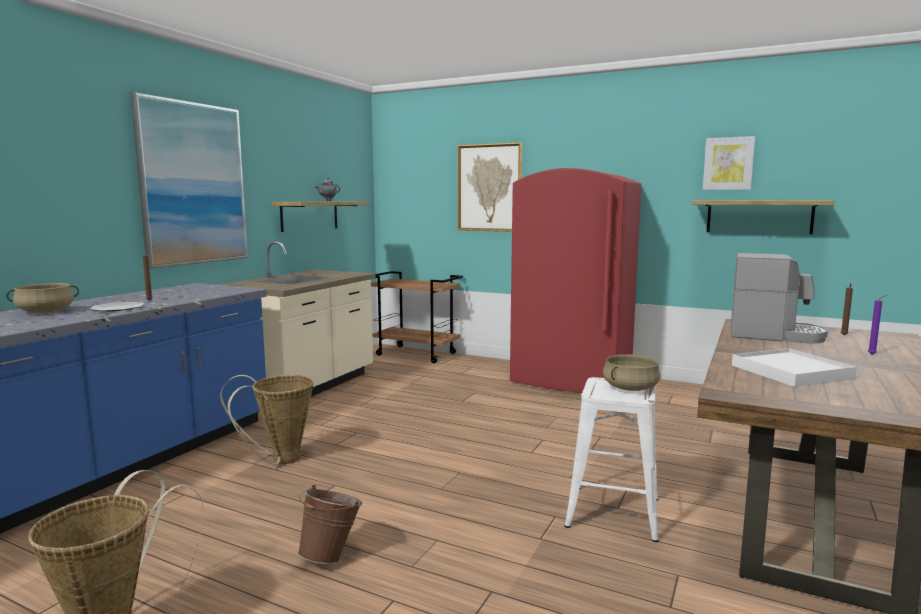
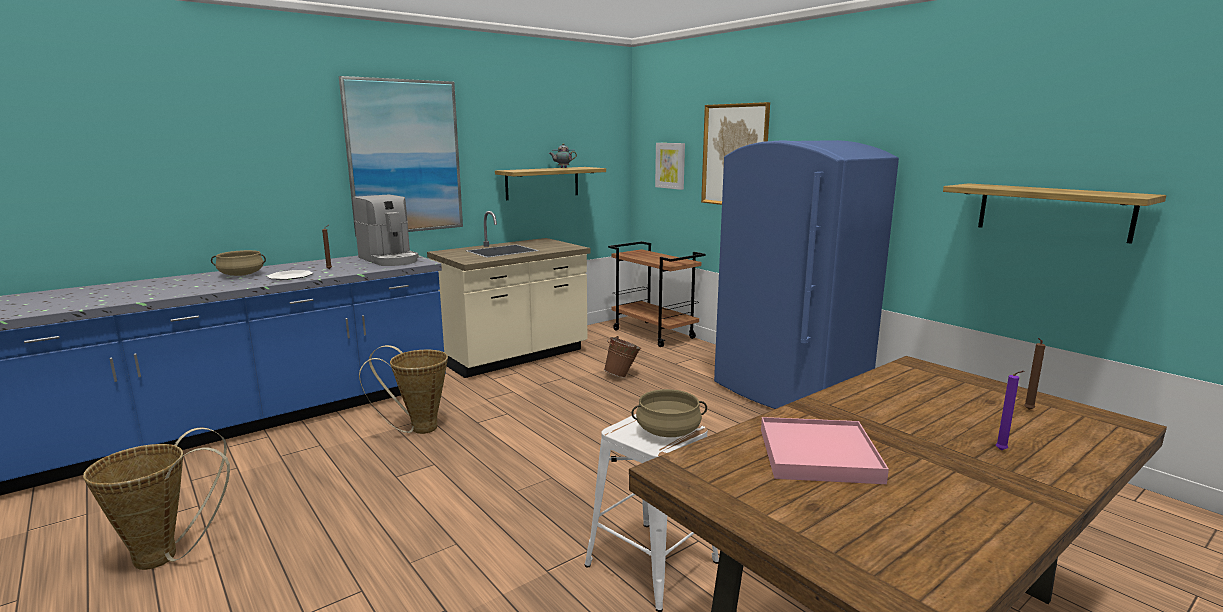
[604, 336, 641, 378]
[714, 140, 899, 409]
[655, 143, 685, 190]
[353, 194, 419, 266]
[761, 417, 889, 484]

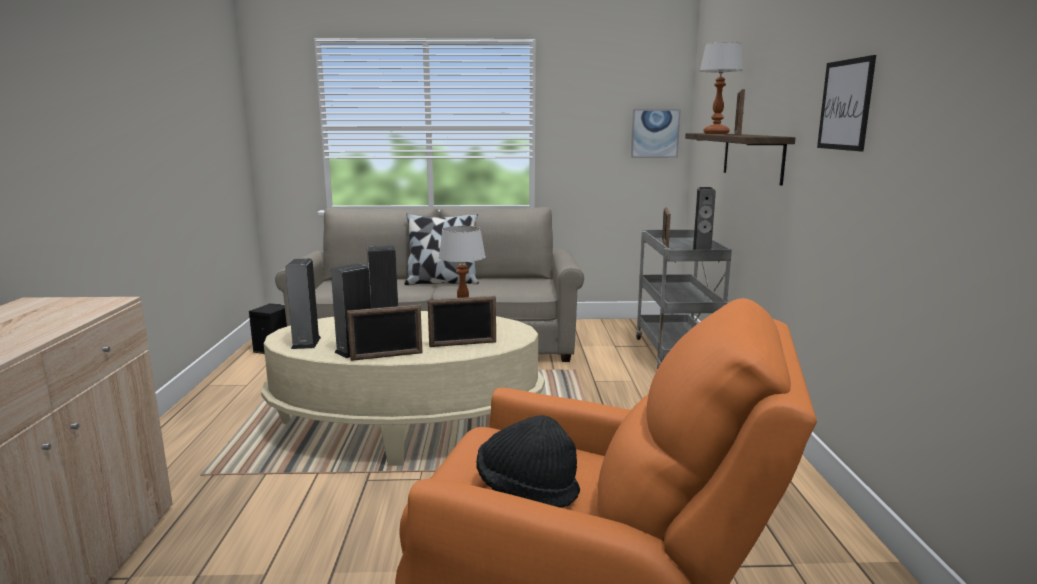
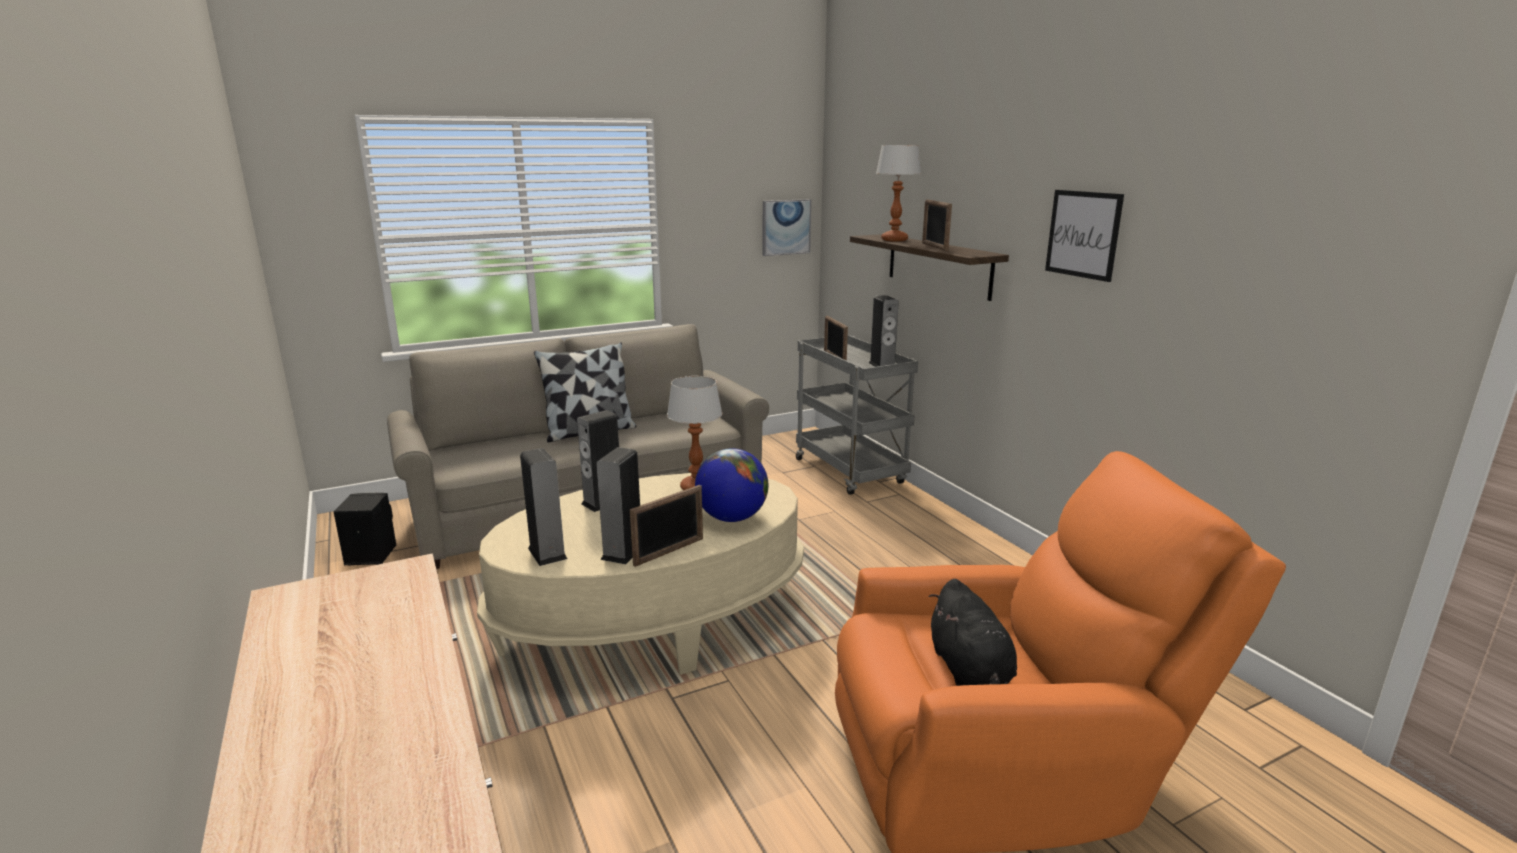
[695, 448, 768, 522]
[929, 579, 1017, 686]

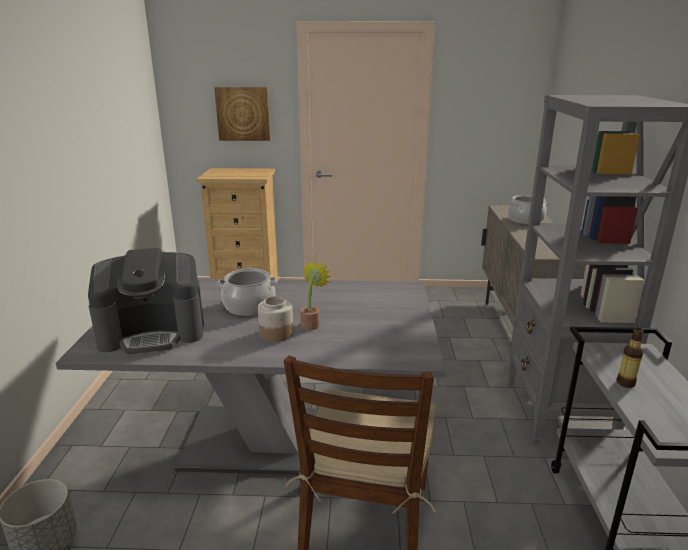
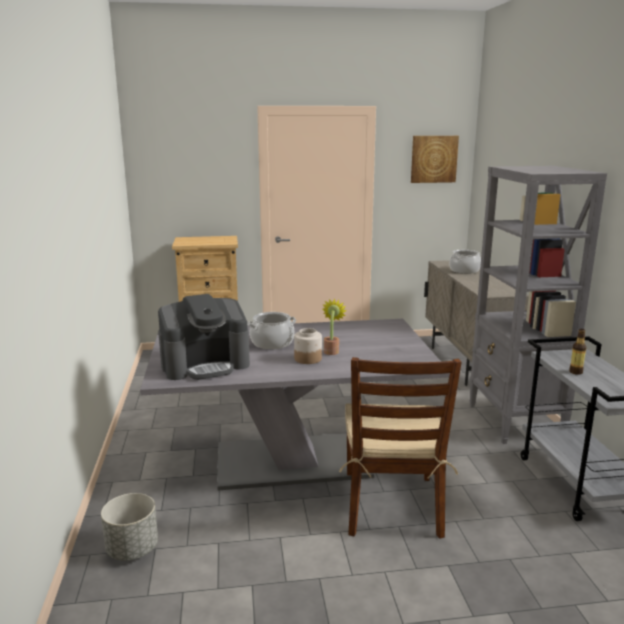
[411, 136, 459, 183]

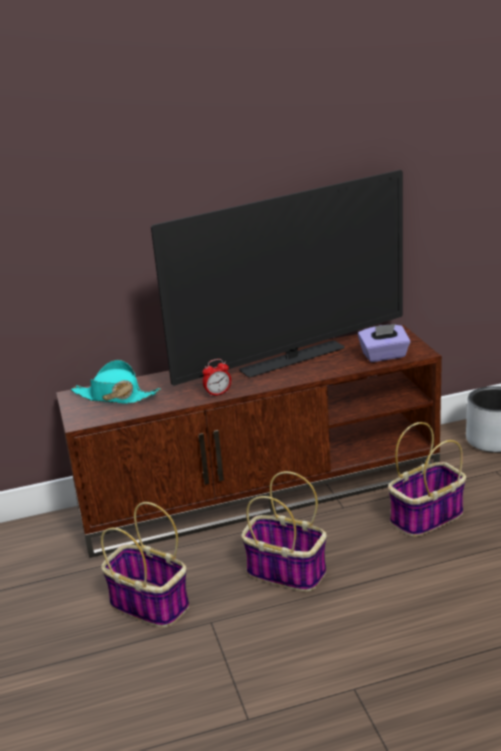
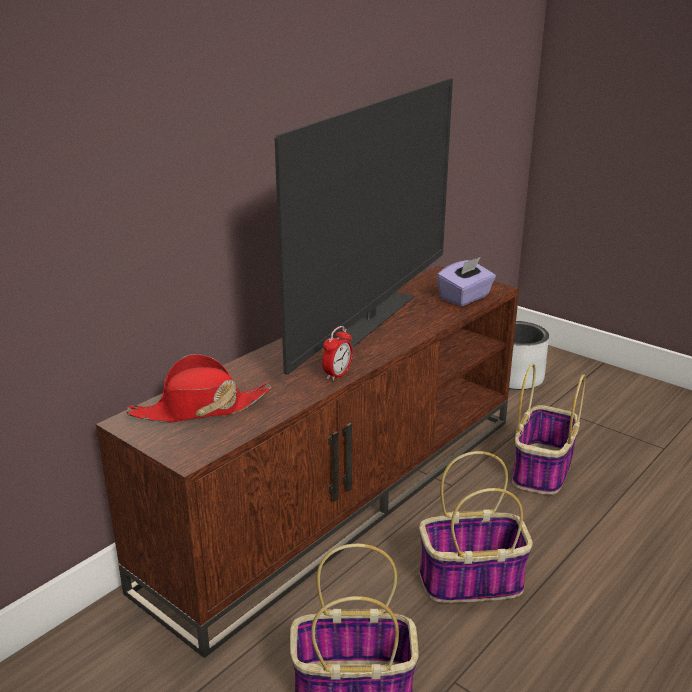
[126, 354, 271, 423]

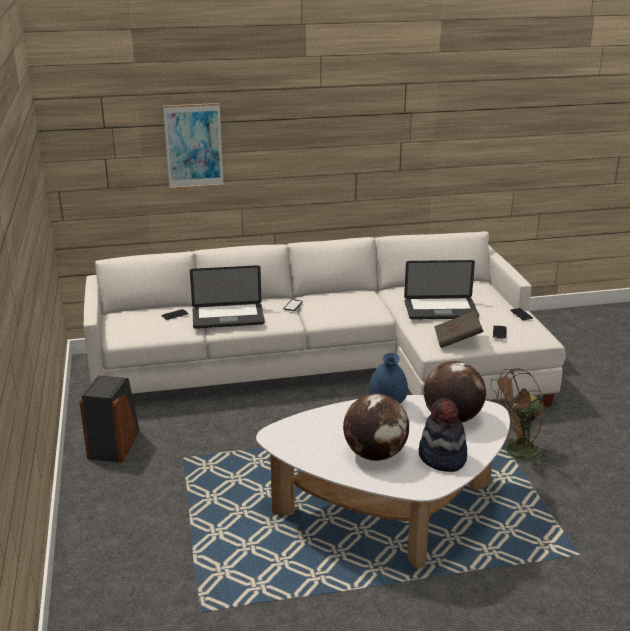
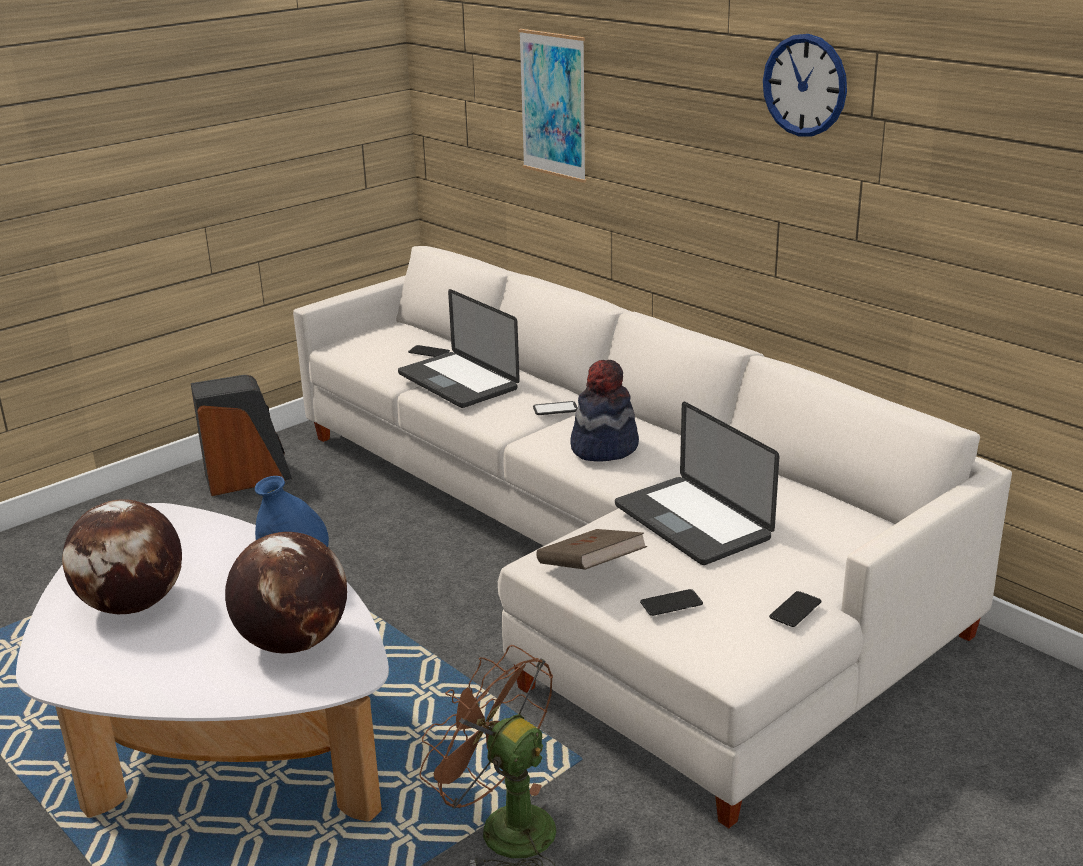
[570, 360, 639, 462]
[763, 34, 847, 137]

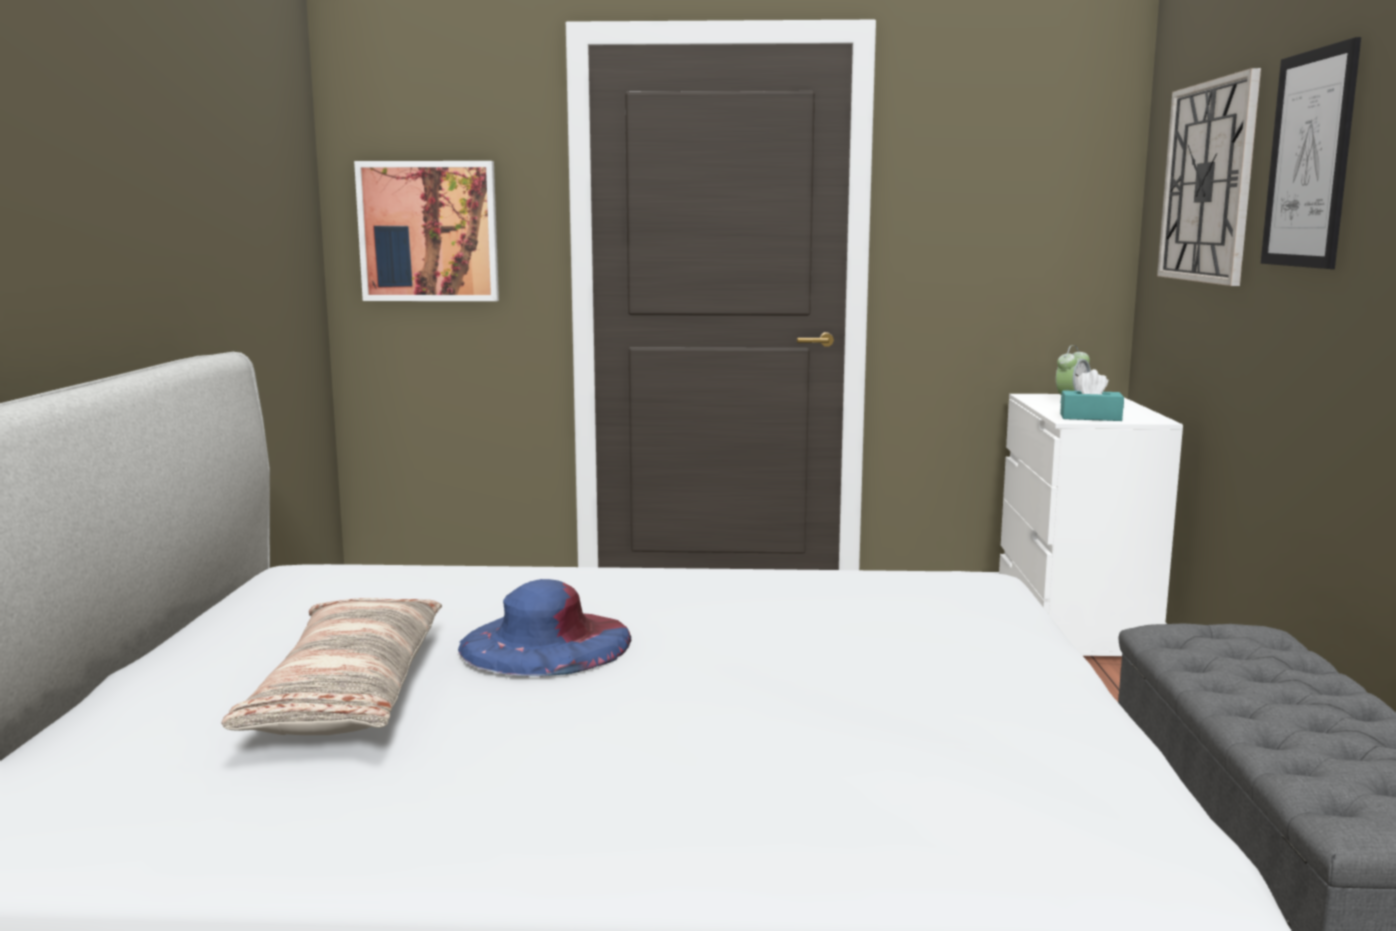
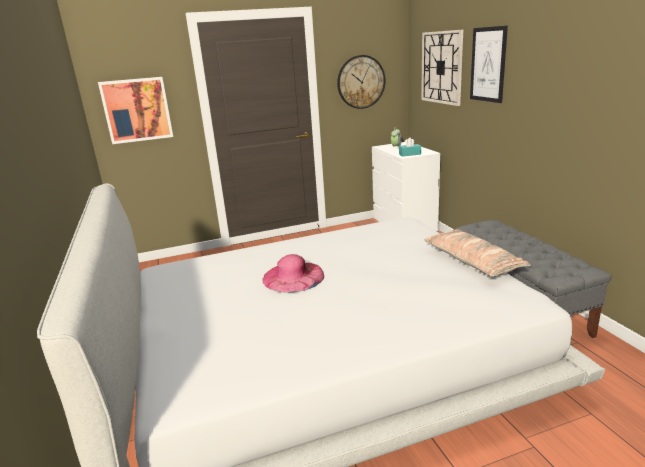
[425, 229, 531, 277]
[262, 254, 324, 292]
[337, 55, 386, 109]

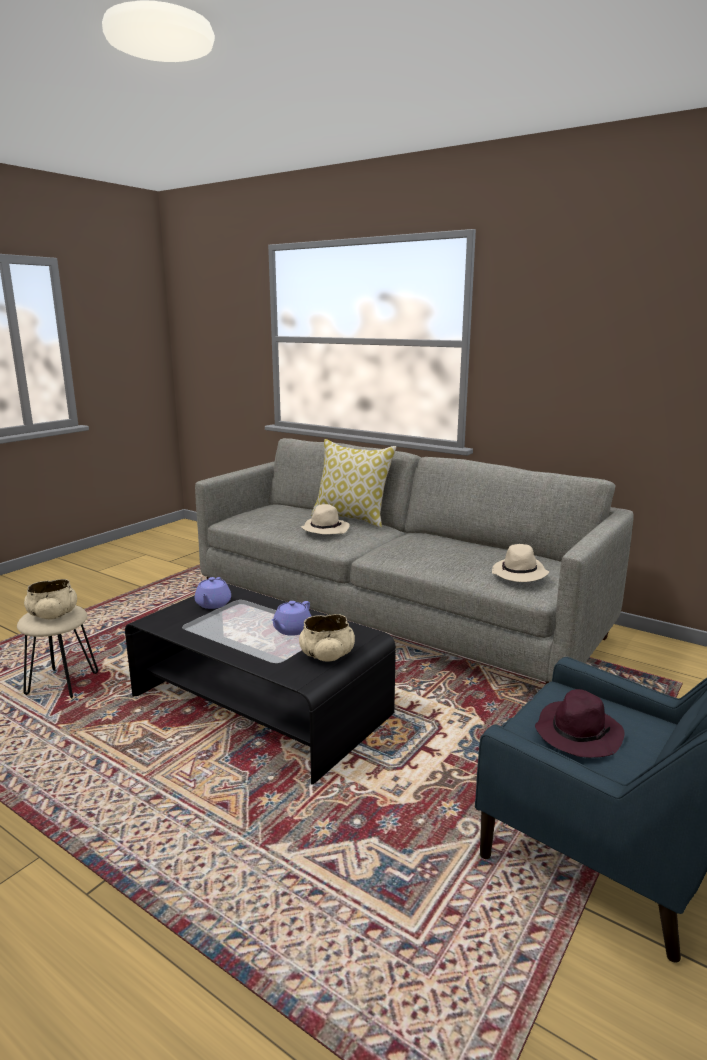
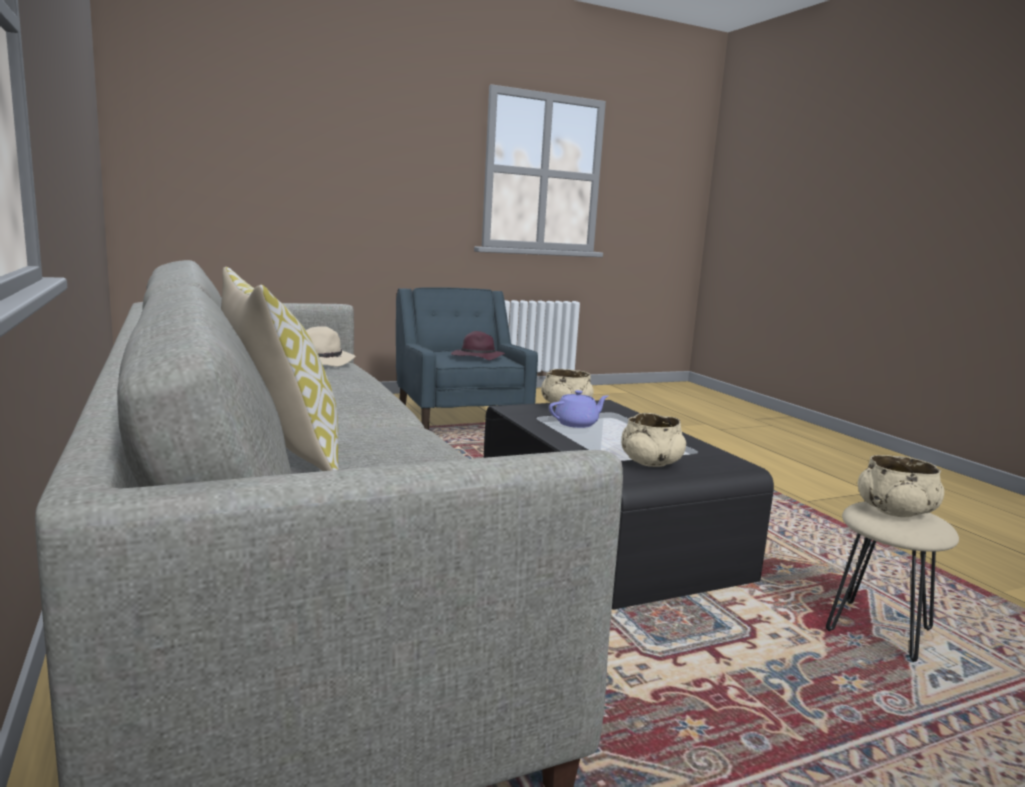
[621, 413, 686, 467]
[301, 504, 350, 534] (first image)

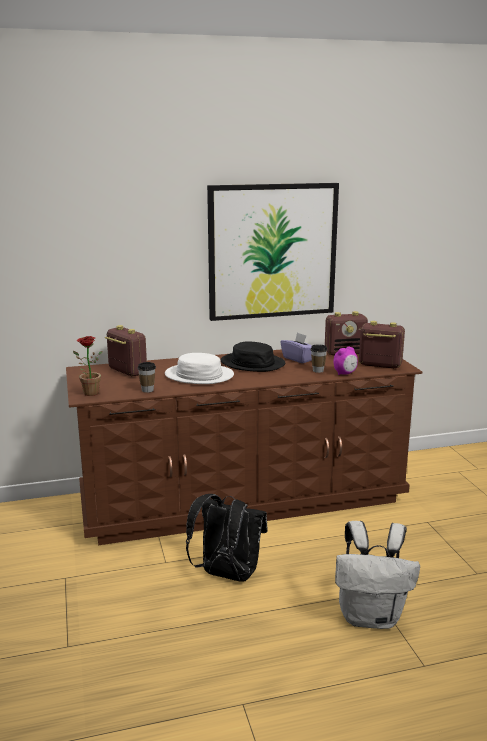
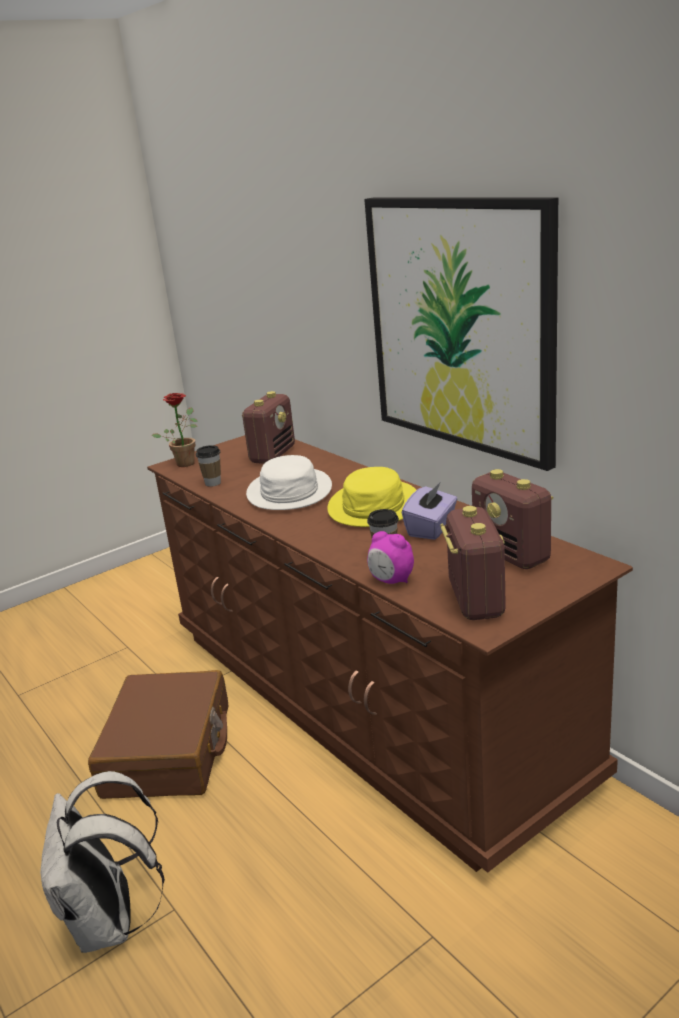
[88, 670, 228, 799]
[327, 467, 416, 527]

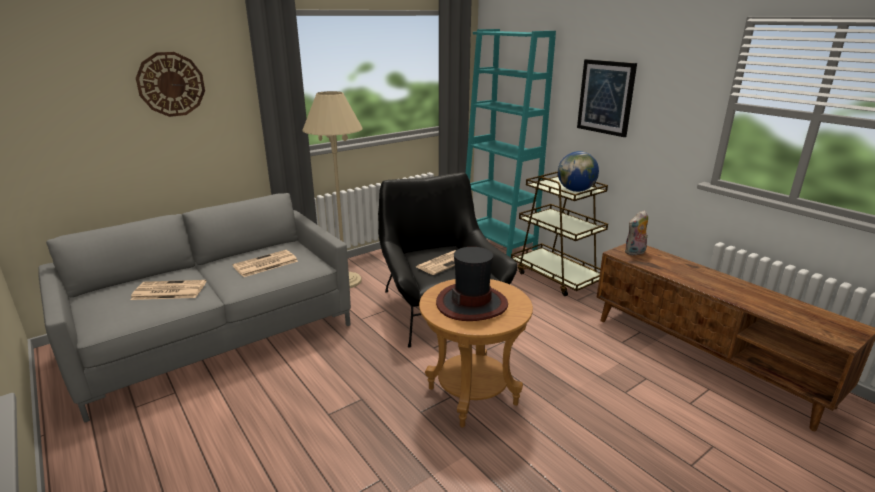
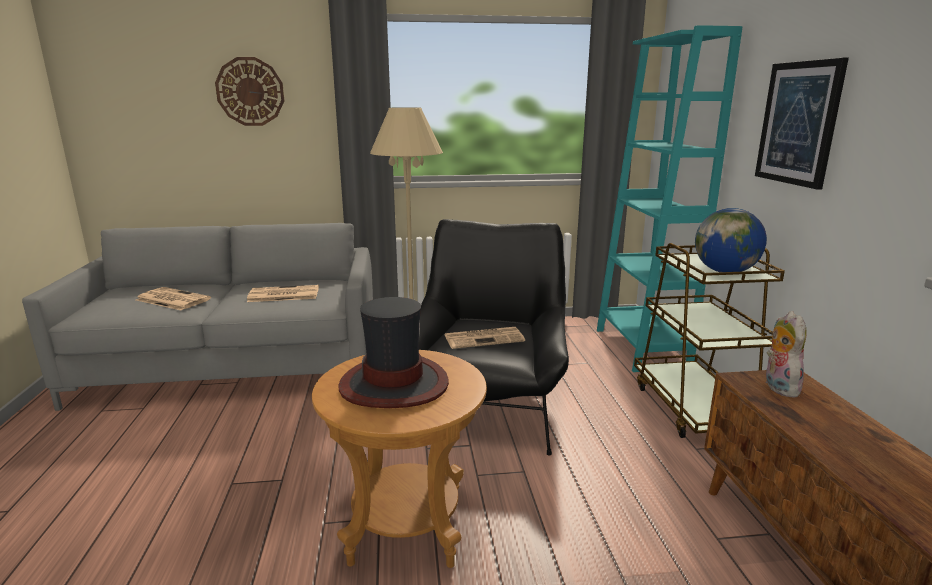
[765, 311, 806, 398]

